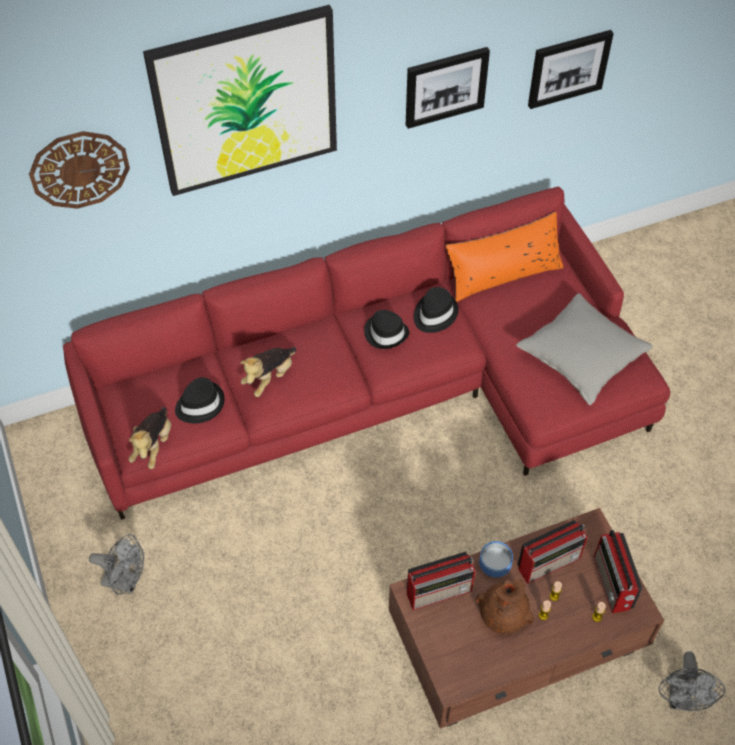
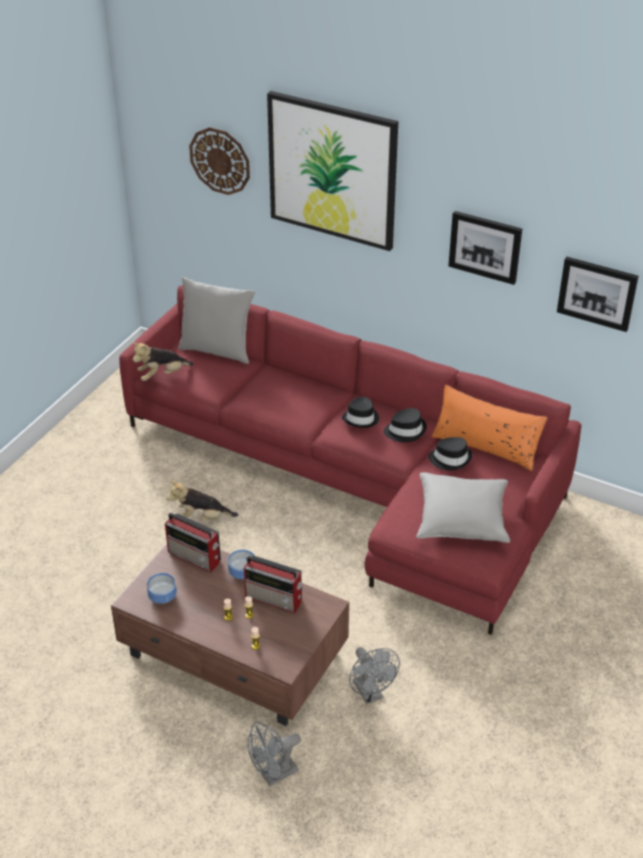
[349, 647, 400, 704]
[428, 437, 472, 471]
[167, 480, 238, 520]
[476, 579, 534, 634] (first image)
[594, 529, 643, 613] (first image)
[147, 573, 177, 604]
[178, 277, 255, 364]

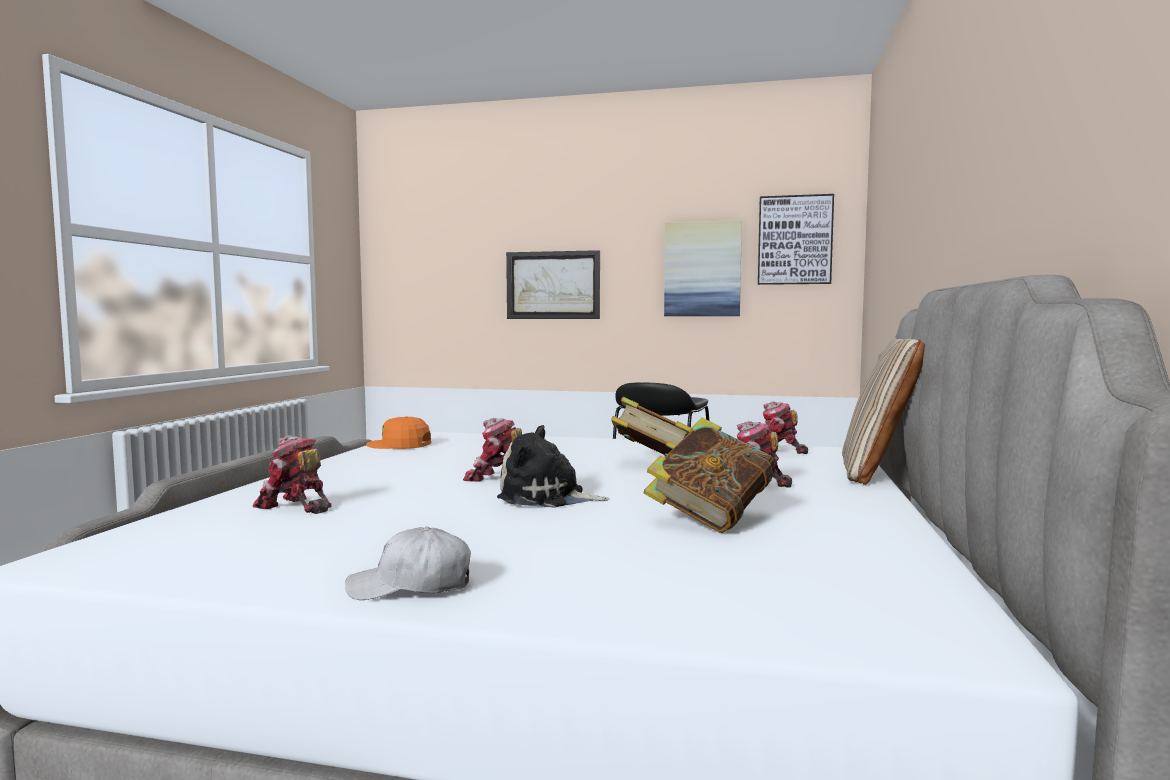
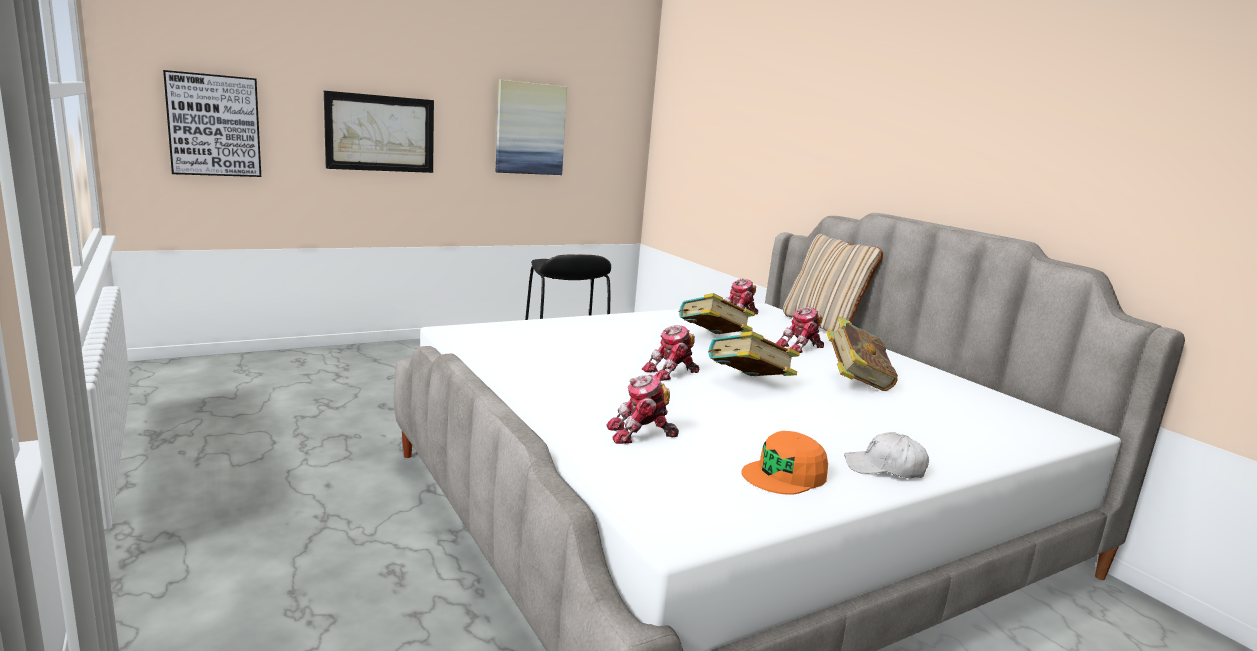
[844, 432, 929, 478]
[741, 431, 828, 495]
[708, 331, 800, 376]
[163, 70, 261, 177]

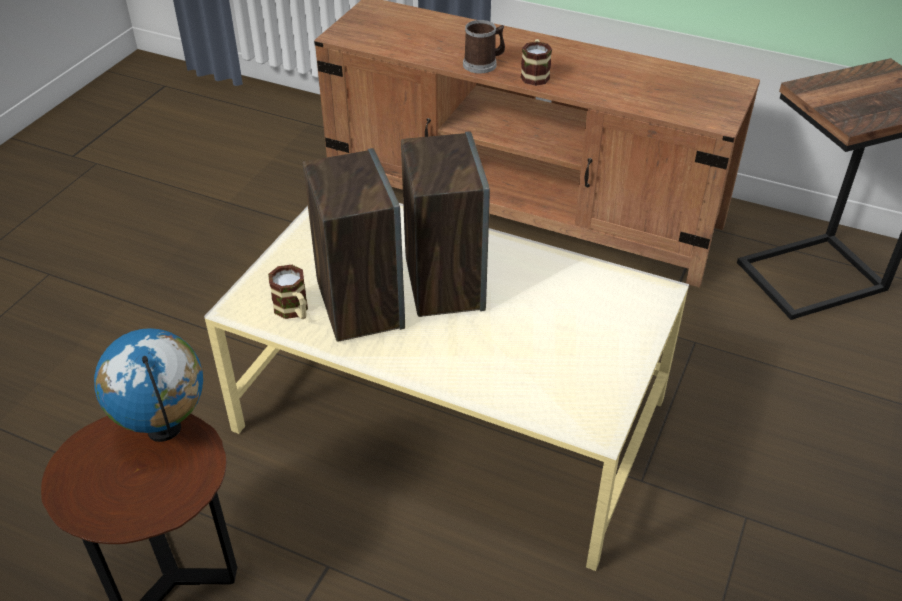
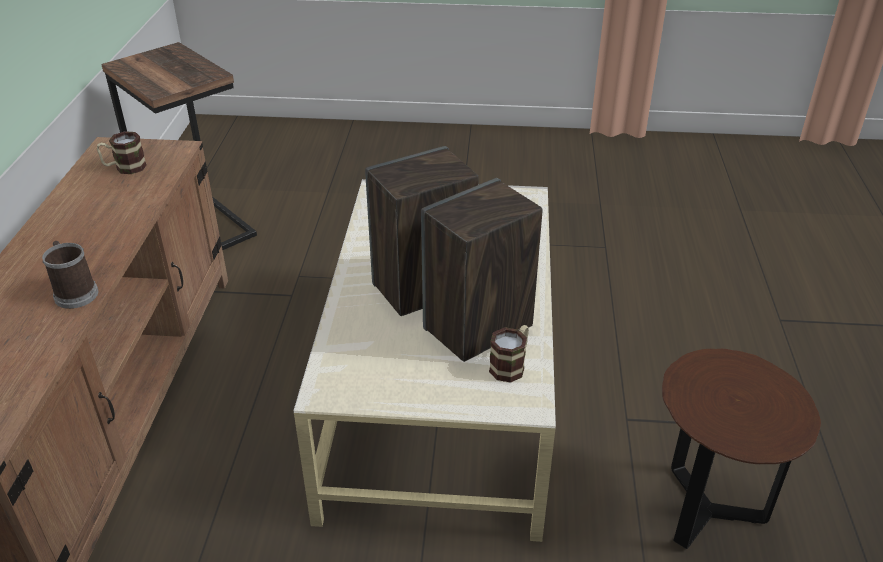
[94, 328, 203, 442] (first image)
[97, 131, 147, 174]

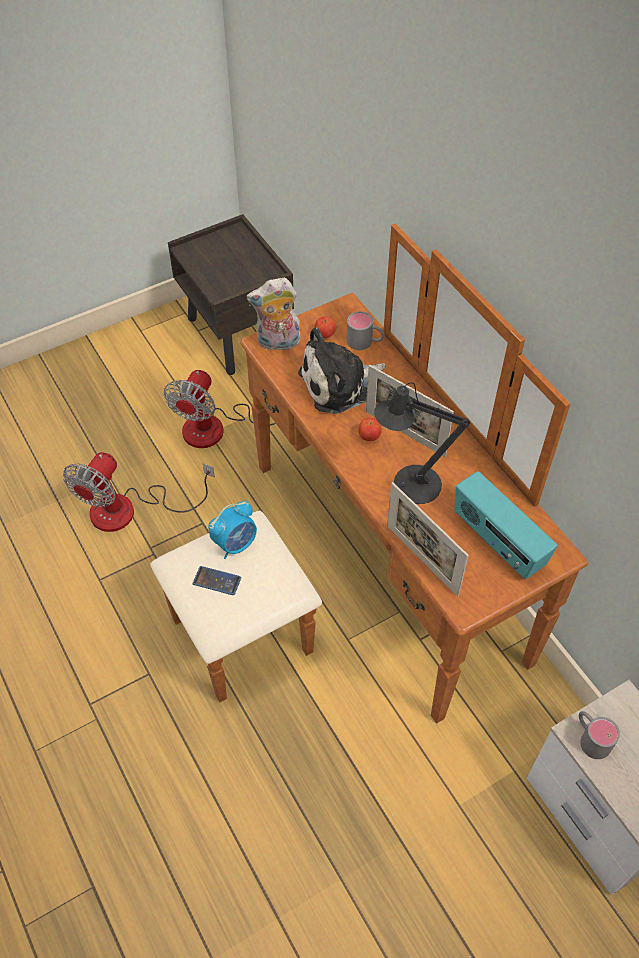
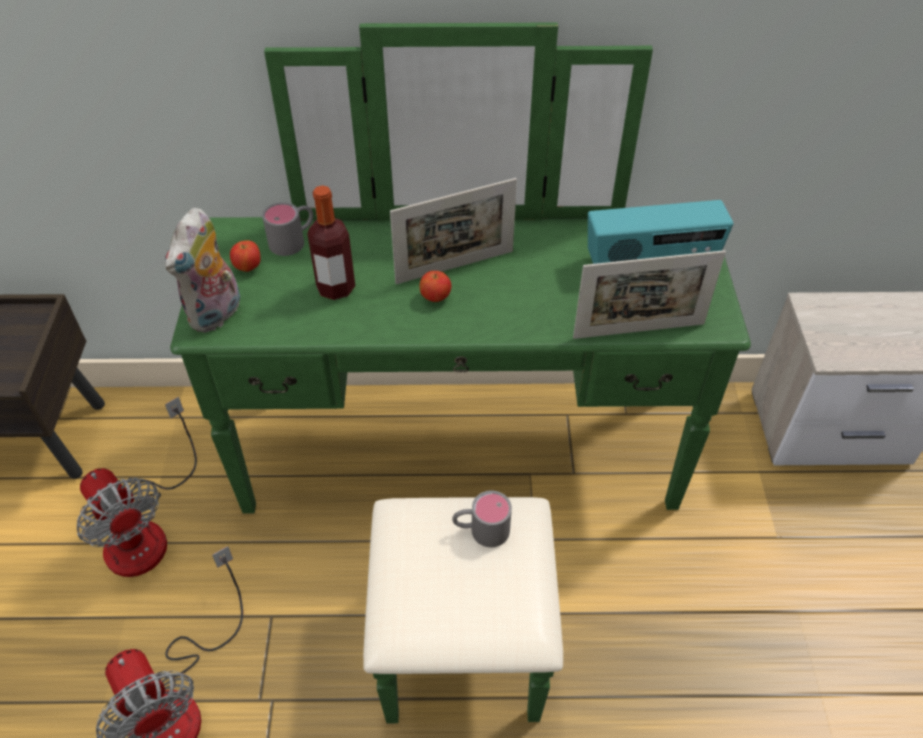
[170, 22, 751, 723]
[193, 566, 241, 595] (first image)
[208, 501, 257, 559] (first image)
[307, 185, 355, 300]
[374, 382, 470, 504] (first image)
[452, 491, 512, 547]

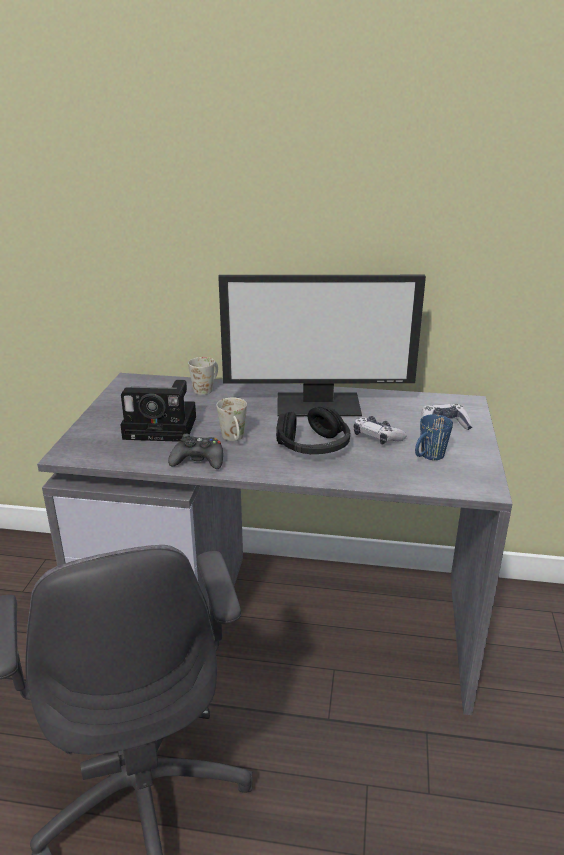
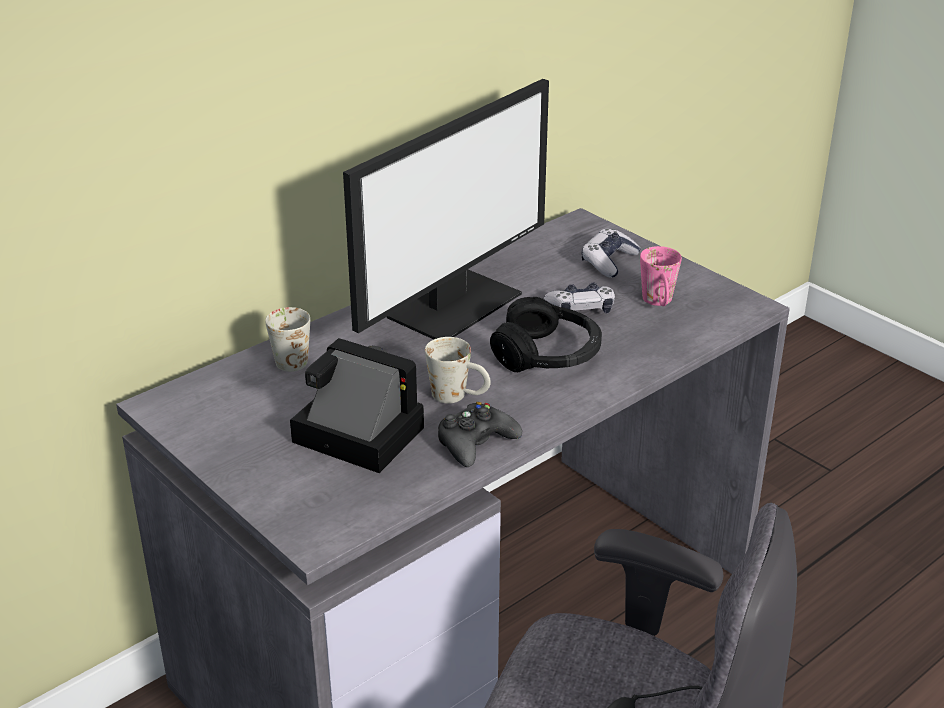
[290, 338, 424, 473]
[640, 246, 682, 306]

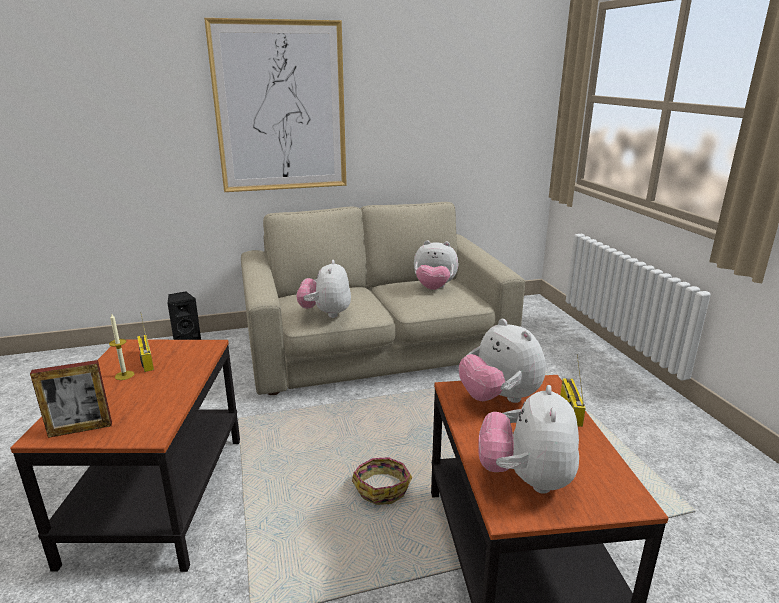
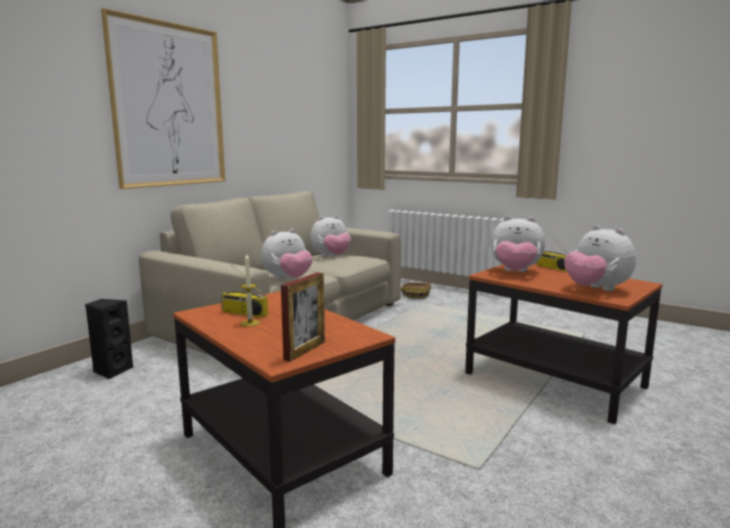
[261, 229, 313, 280]
[401, 282, 431, 299]

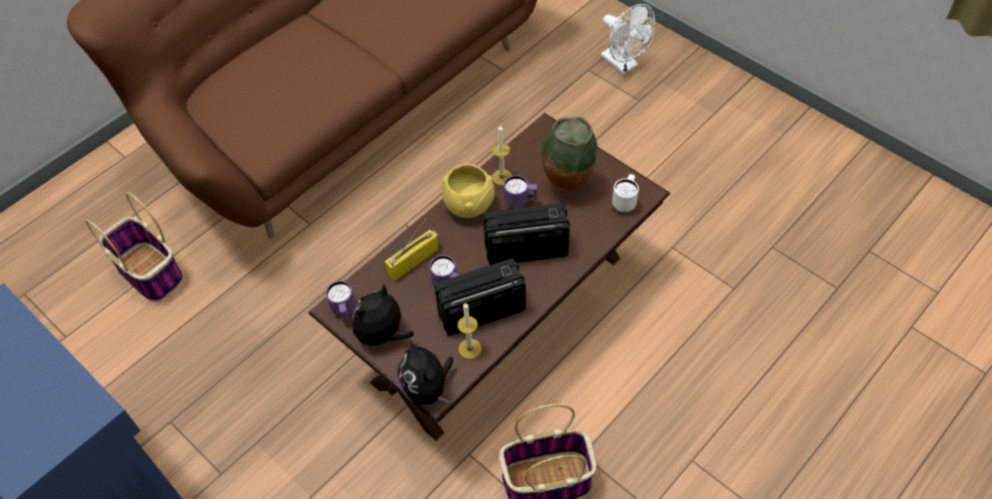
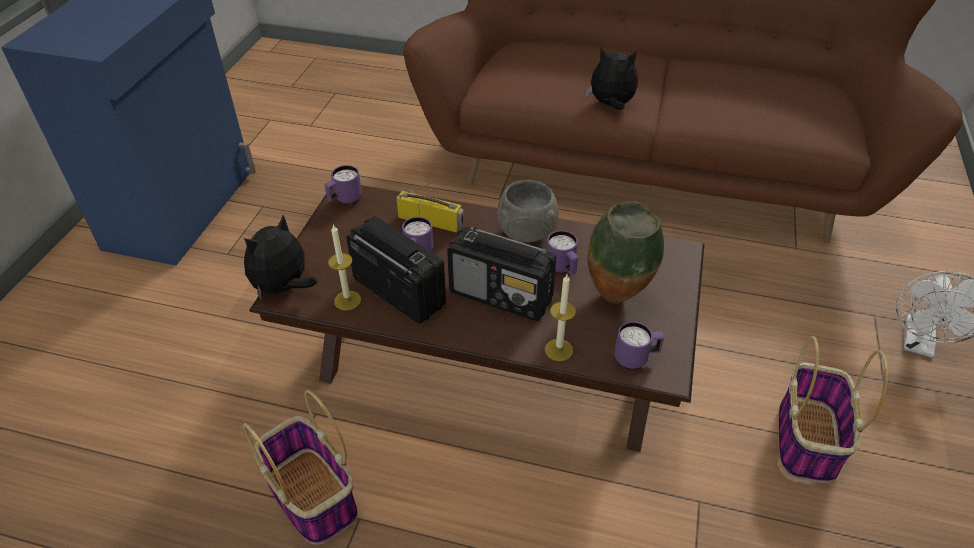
[778, 336, 888, 483]
[585, 48, 638, 110]
[497, 180, 559, 242]
[447, 227, 556, 321]
[545, 275, 576, 361]
[614, 321, 664, 370]

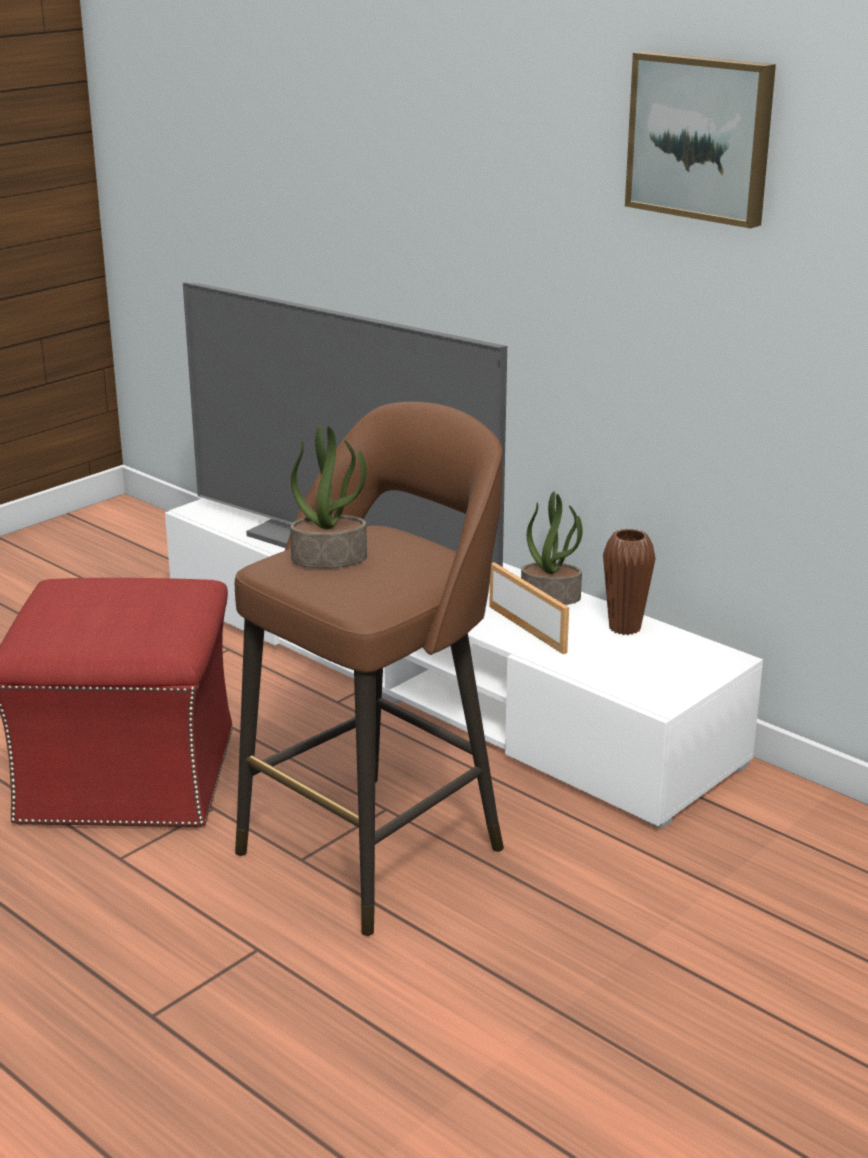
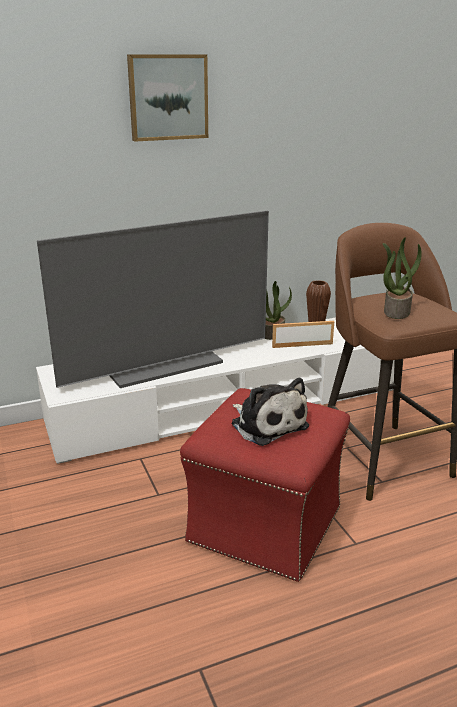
[127, 54, 208, 142]
[231, 378, 309, 446]

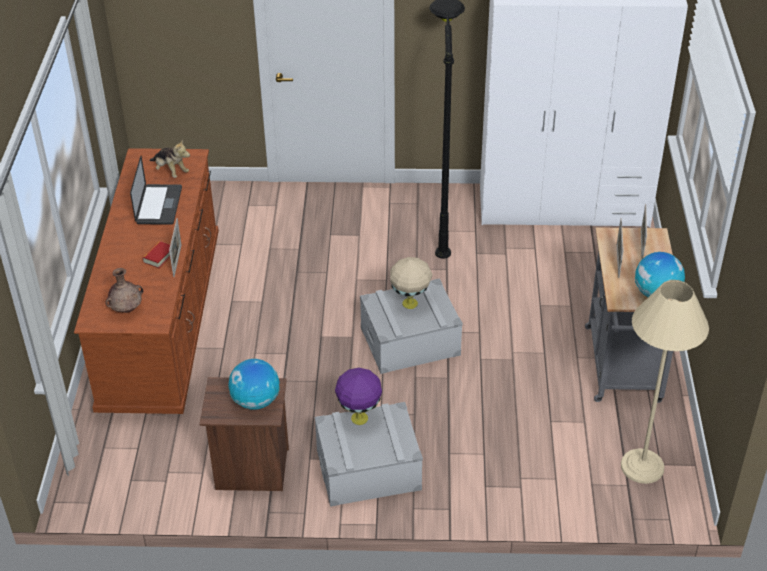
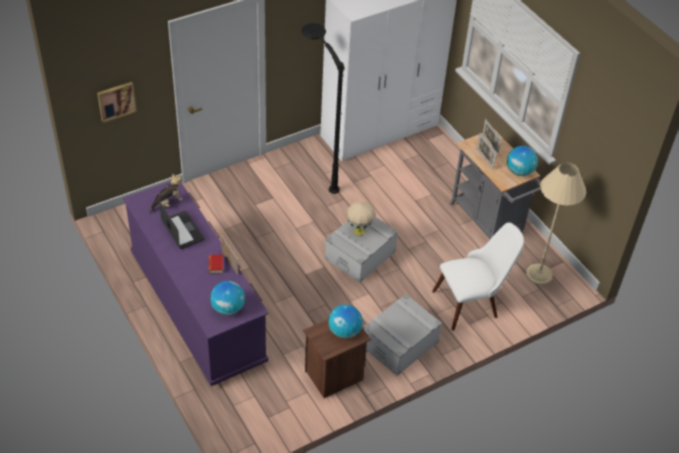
[123, 181, 269, 386]
[210, 281, 245, 315]
[149, 174, 183, 213]
[335, 368, 382, 425] (first image)
[97, 82, 137, 123]
[432, 222, 524, 330]

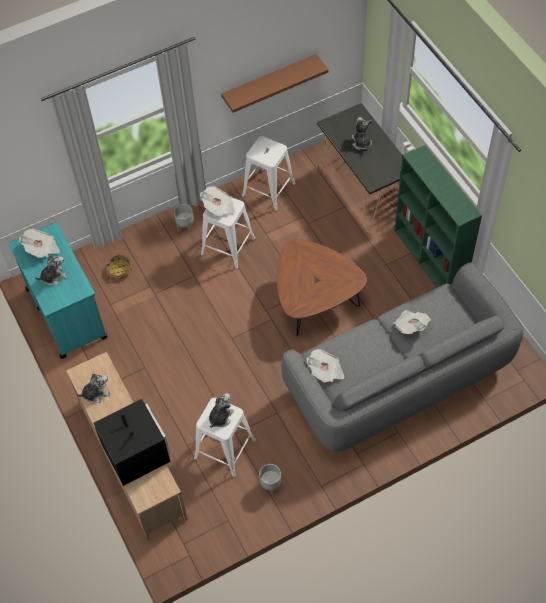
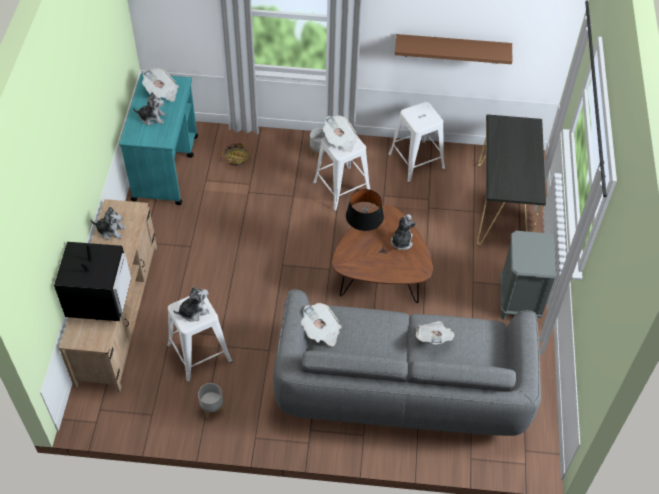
[391, 214, 416, 250]
[500, 231, 556, 320]
[346, 189, 384, 232]

